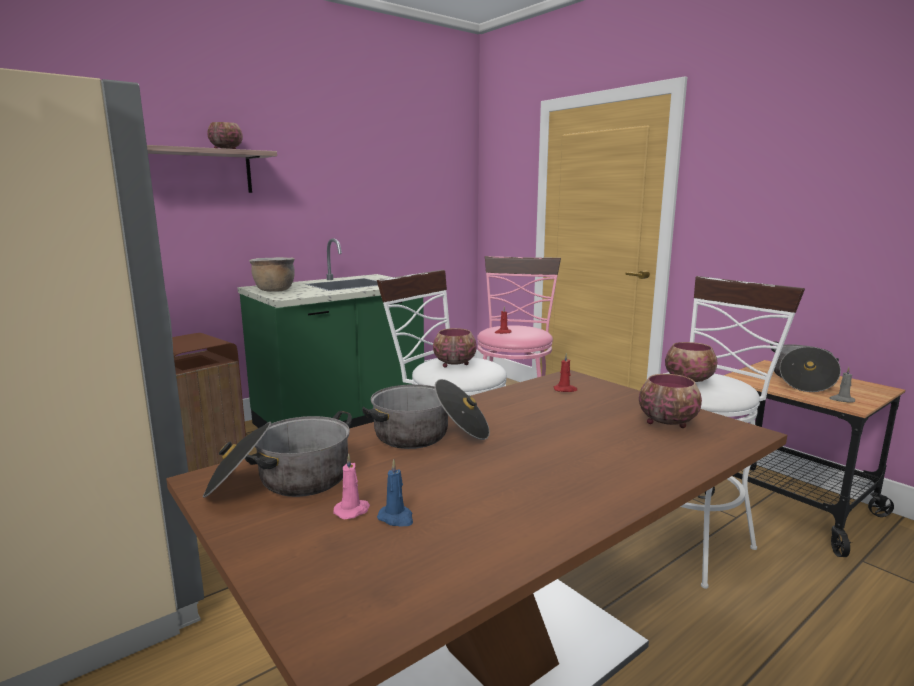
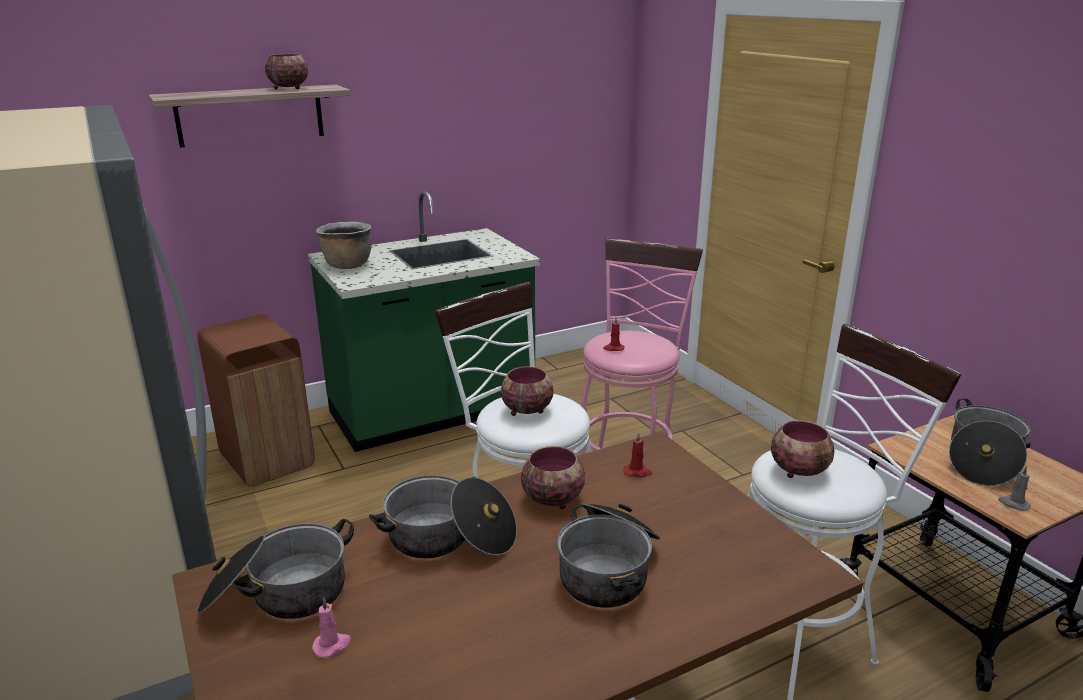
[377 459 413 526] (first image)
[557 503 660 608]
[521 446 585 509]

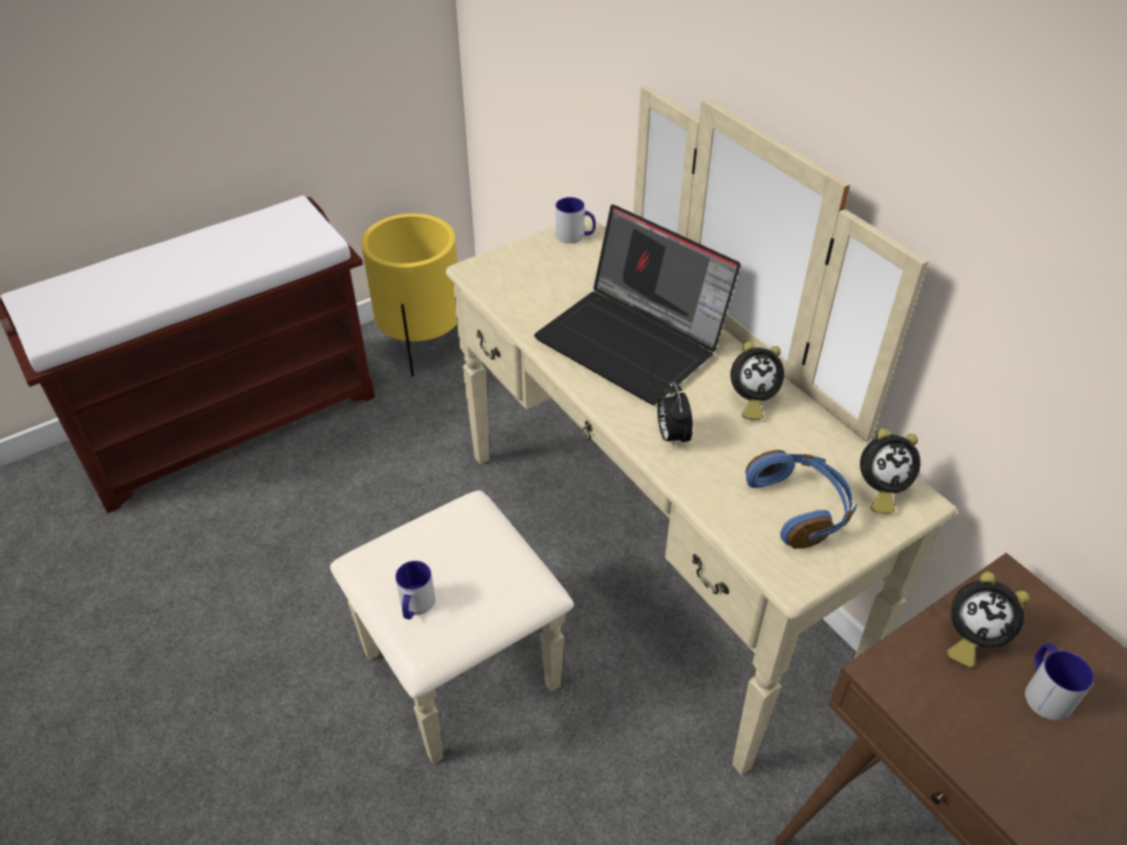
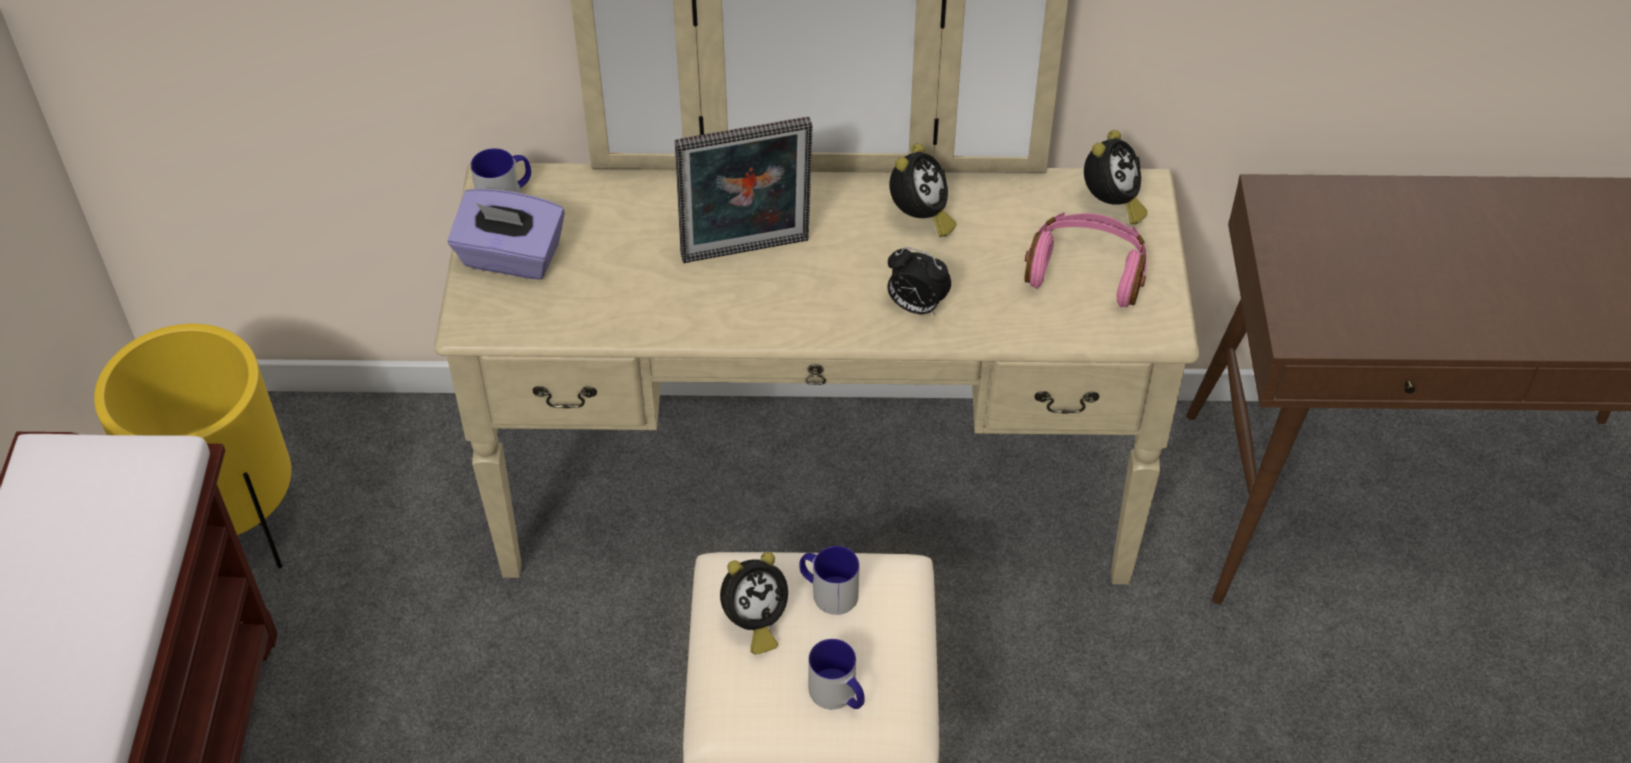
[448 189 565 280]
[720 552 788 655]
[799 546 859 615]
[675 117 813 263]
[1024 212 1147 307]

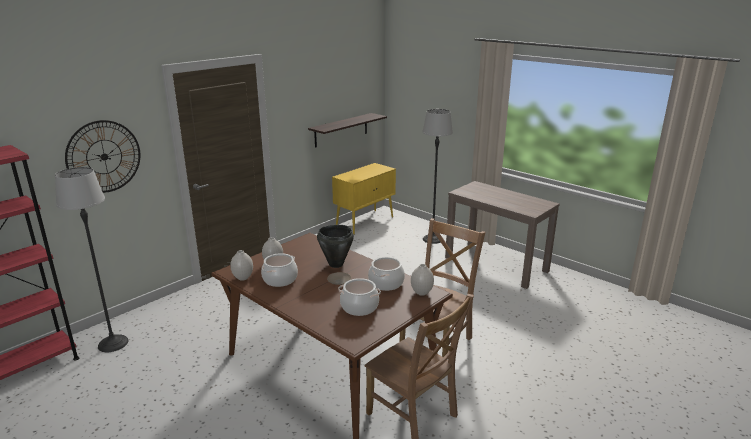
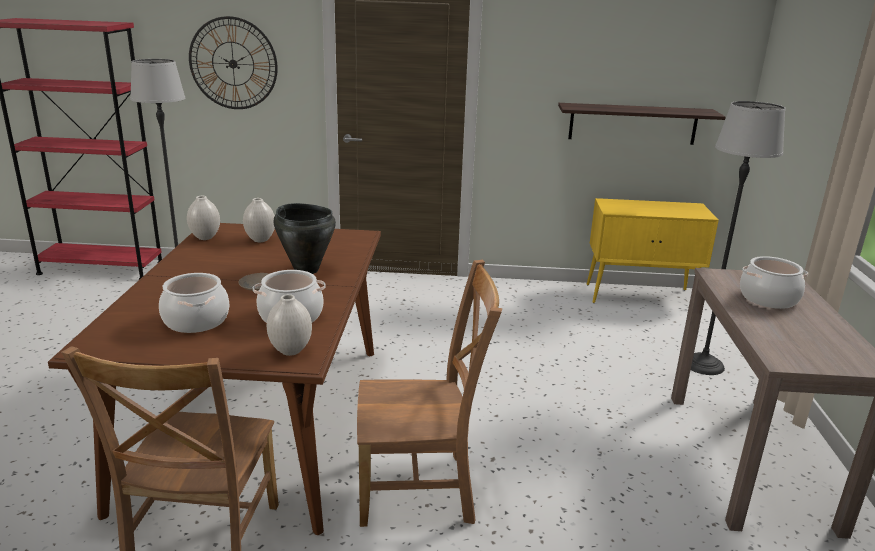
[740 256 808 309]

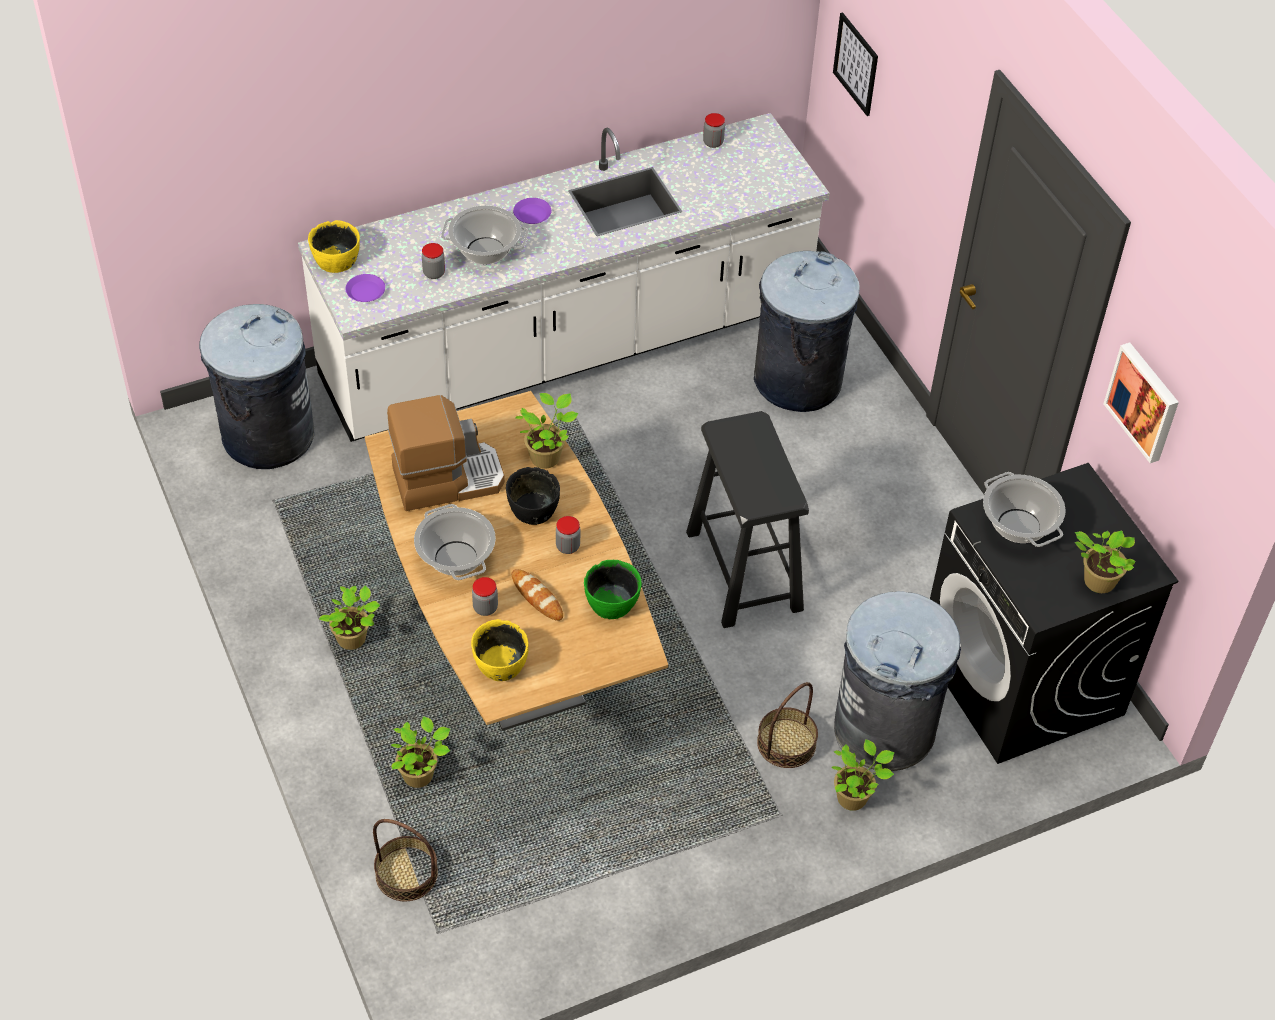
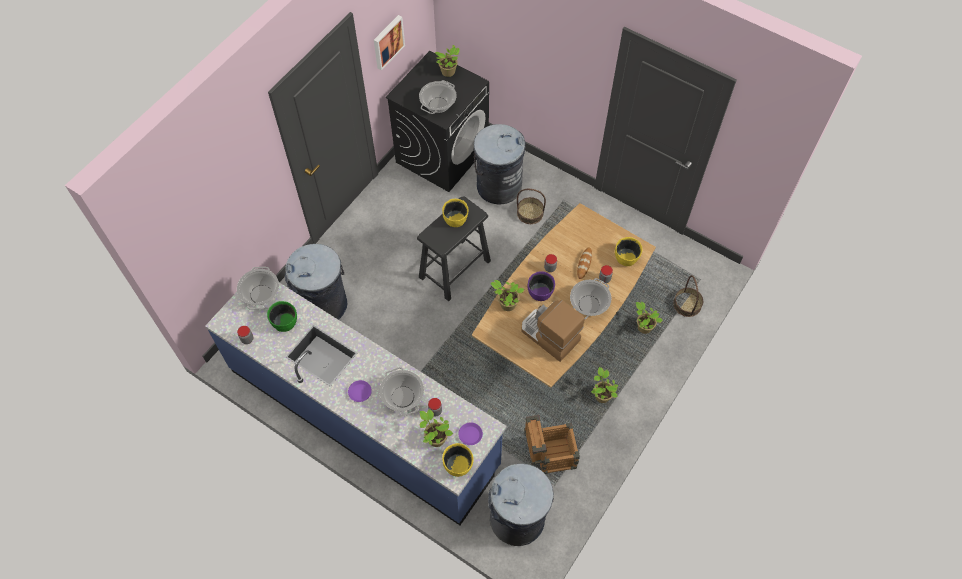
[833 12 878 116] (first image)
[237 267 279 310]
[442 199 468 227]
[524 415 580 474]
[267 301 297 332]
[420 410 453 447]
[205 283 507 525]
[528 271 555 301]

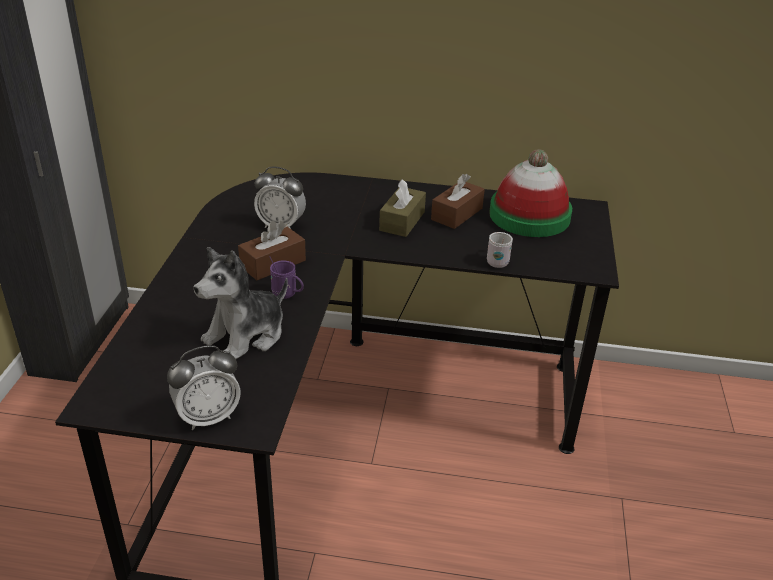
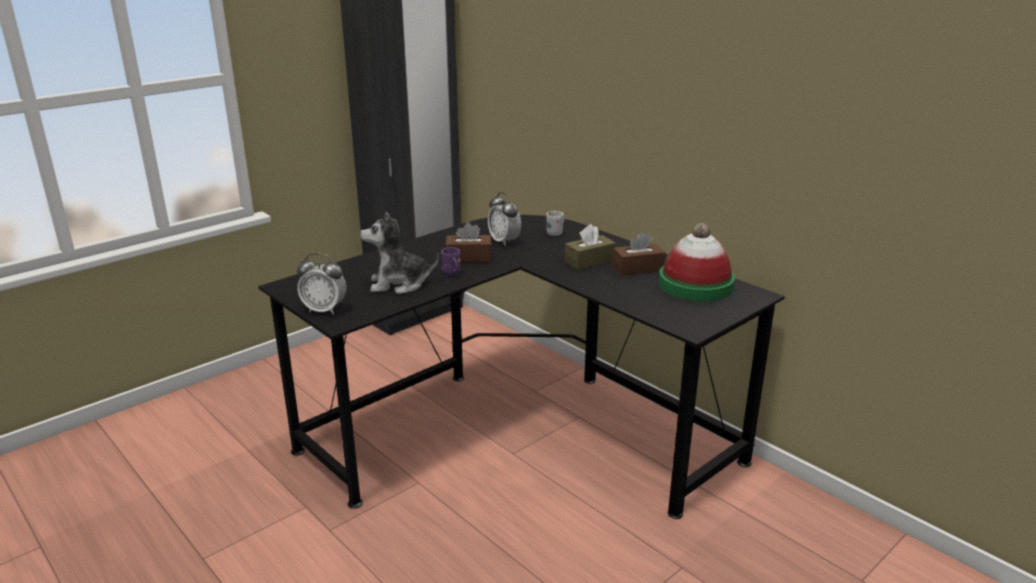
[546 211 564 236]

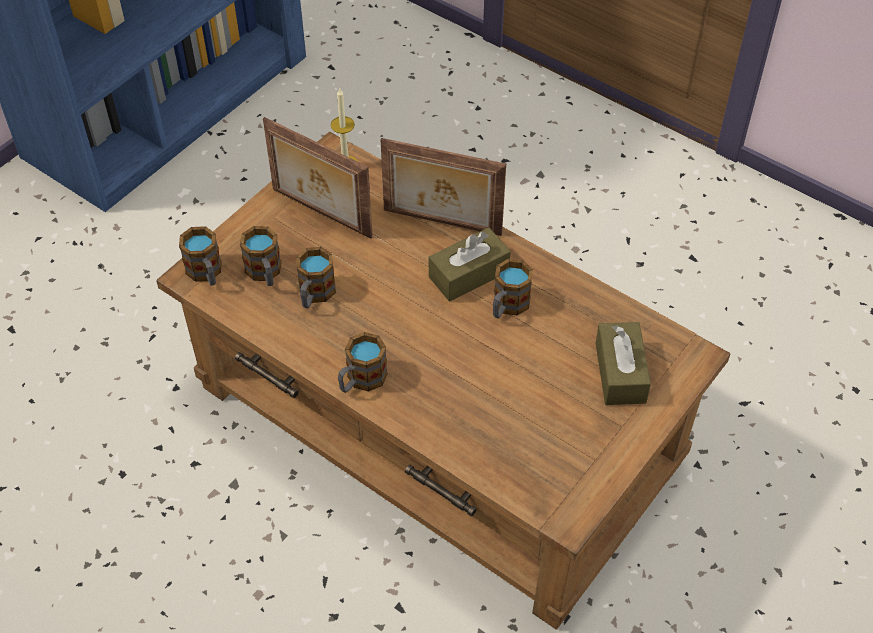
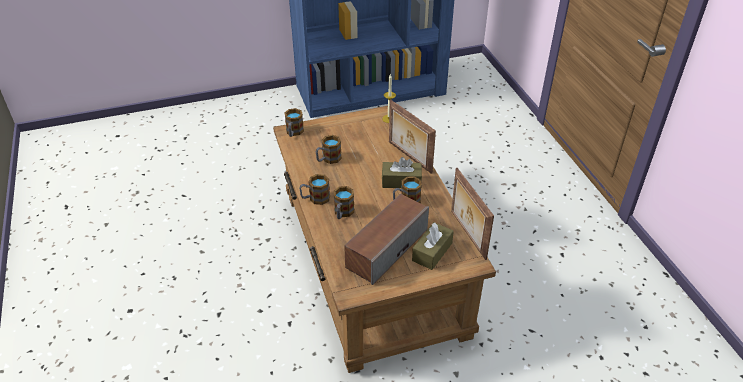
[344 194 429 285]
[333 186 354 219]
[451 168 494 260]

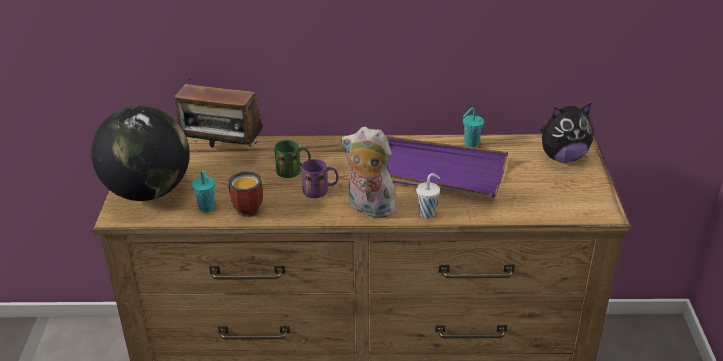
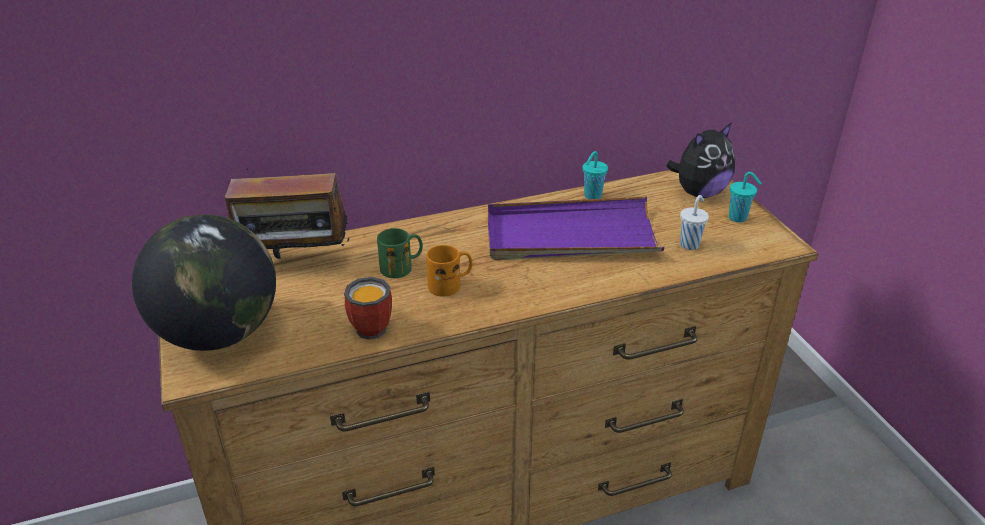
[341 127 396 220] (first image)
[729 172 762 223]
[680 195 709 250]
[426 245 473 297]

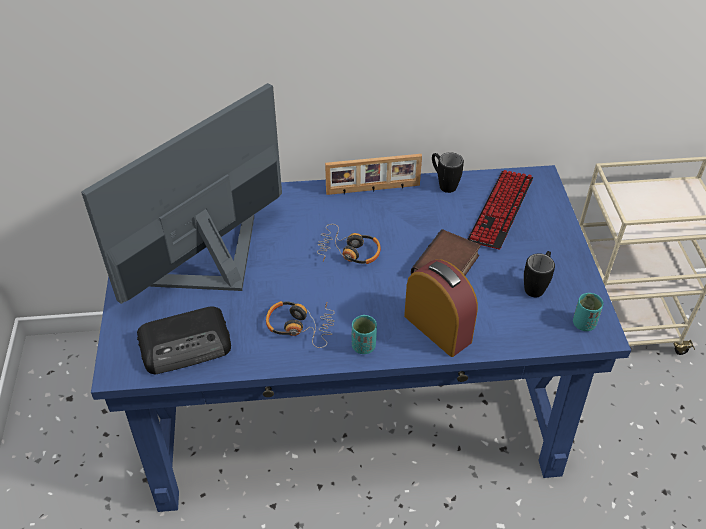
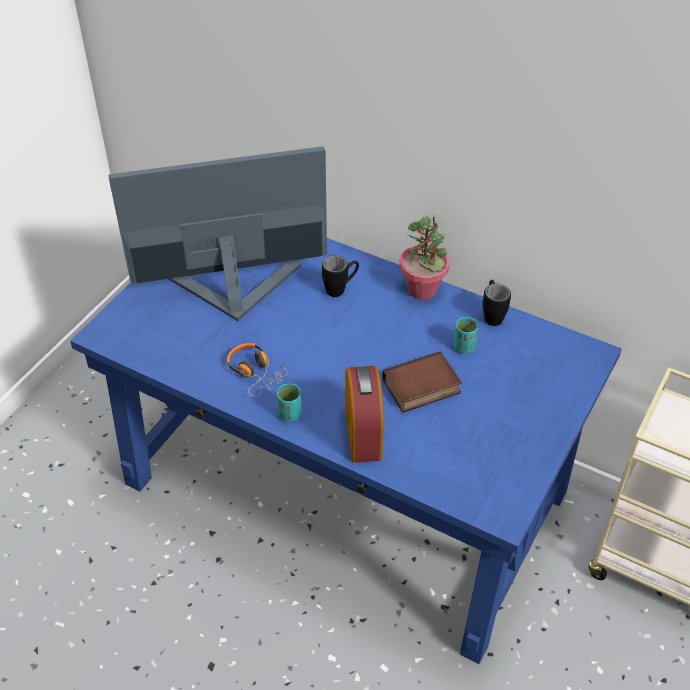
[137 307 231 374] (first image)
[317 224 381 264] (first image)
[468 170 533 250] (first image)
[322 255 359 297]
[454 317 478 354]
[400 216 450 300]

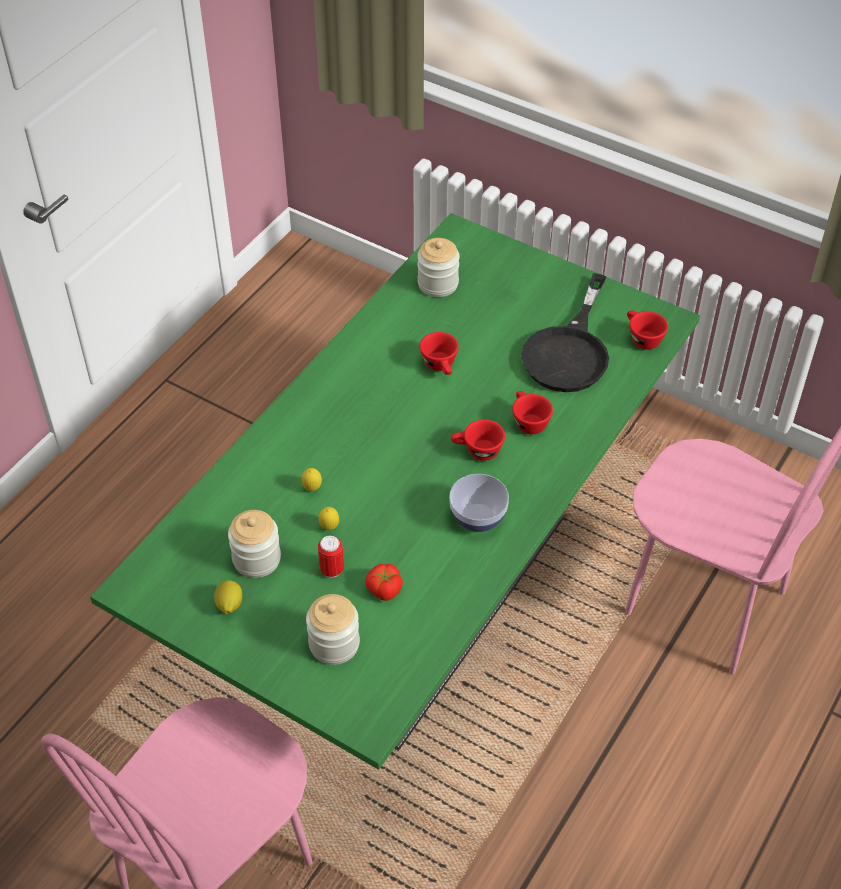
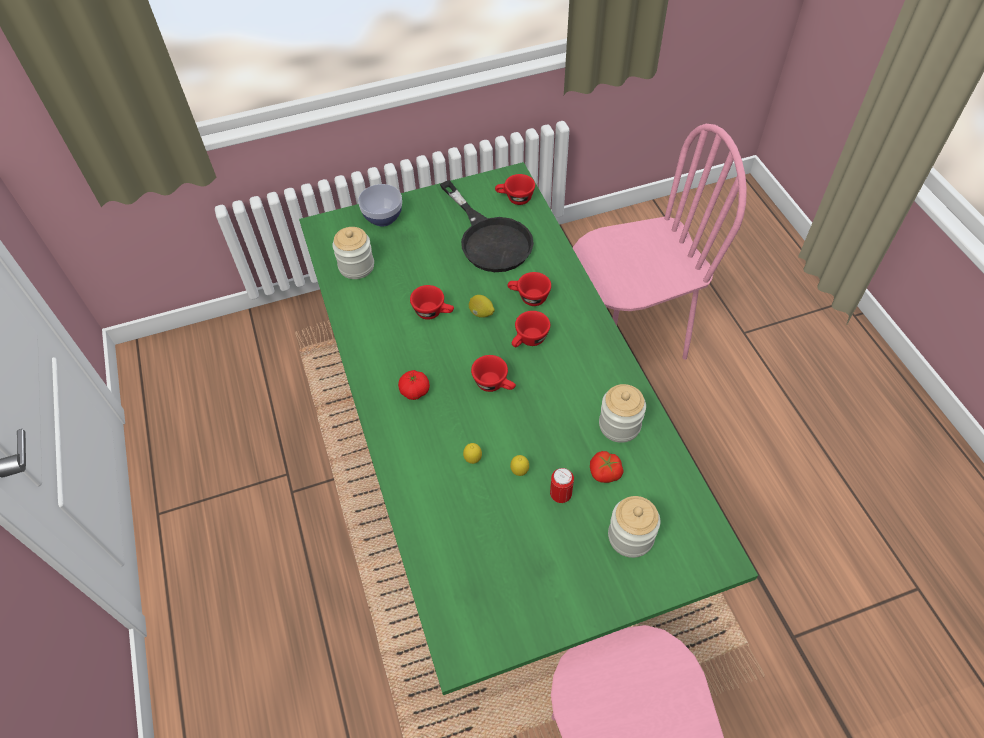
[398 370 430 400]
[471 355 516 392]
[469 295 495 318]
[599 384 646 443]
[358 184 402 227]

